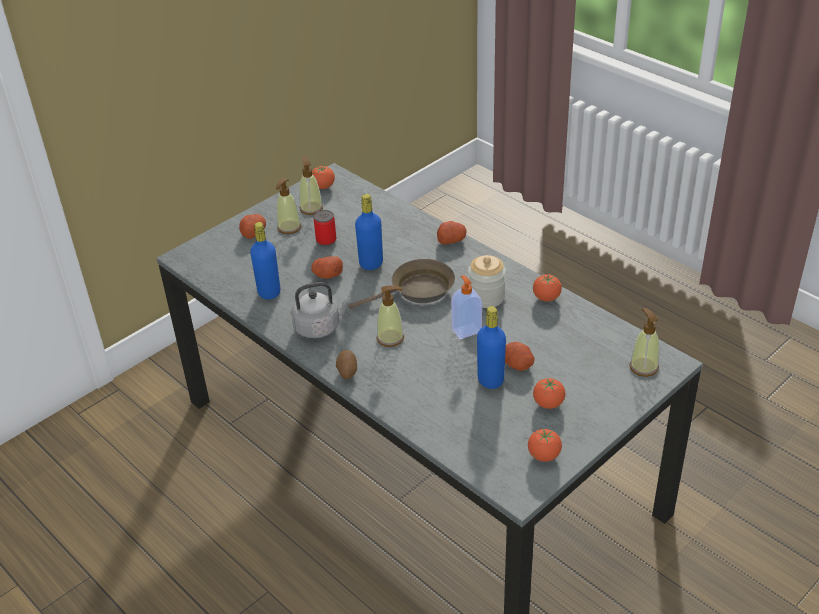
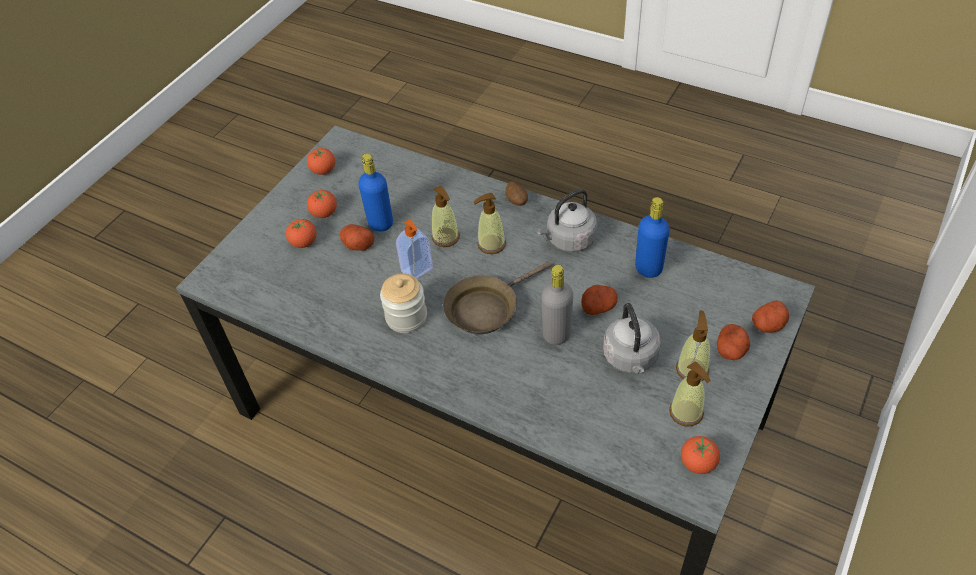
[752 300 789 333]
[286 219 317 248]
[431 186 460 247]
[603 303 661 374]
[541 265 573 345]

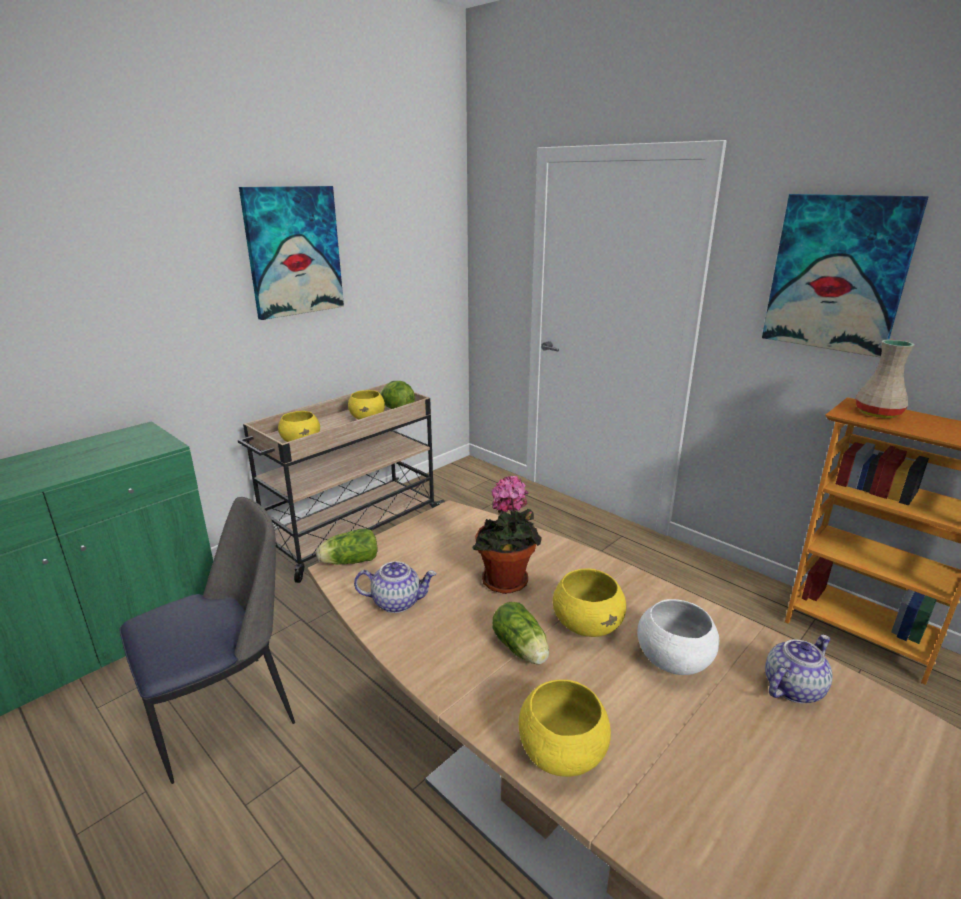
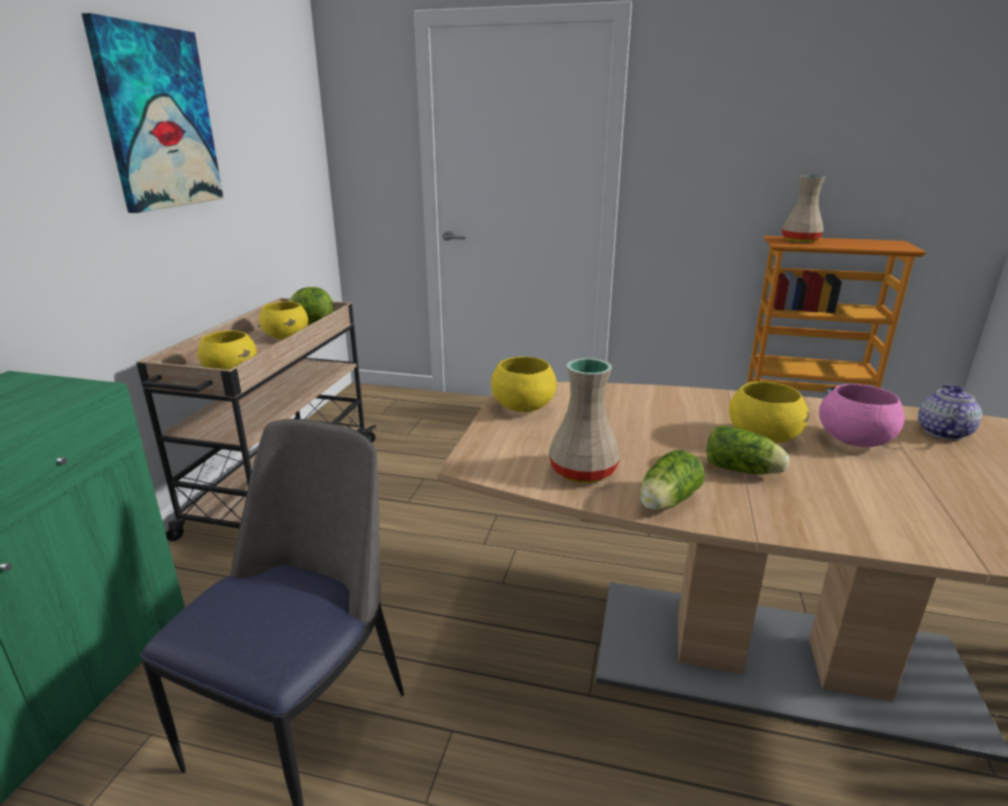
[472 475 542 594] (first image)
[762 194 929 358] (first image)
[640 450 705 510]
[491 356 557 412]
[549 358 620 483]
[819 384 905 447]

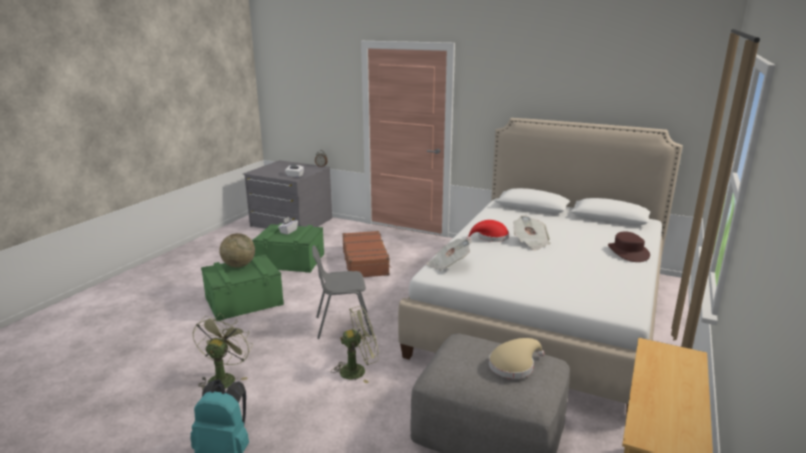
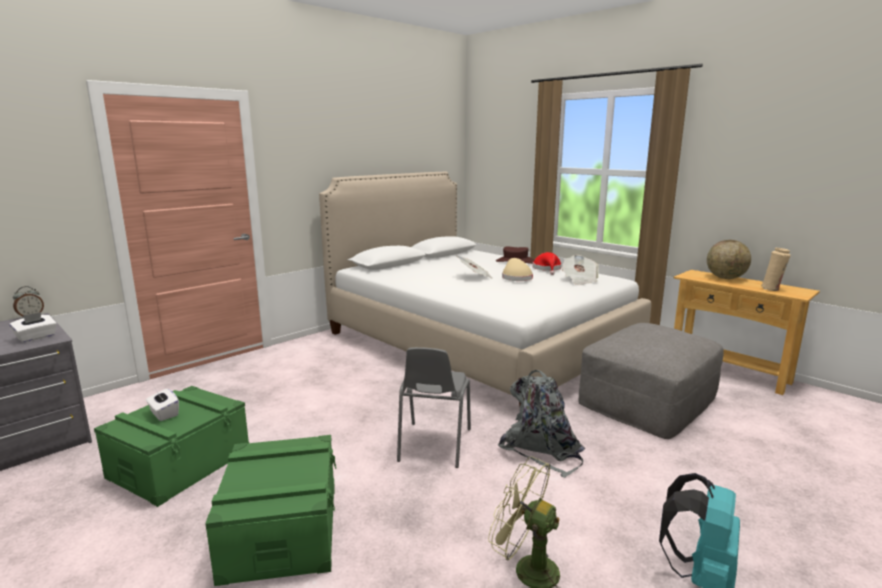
[342 231 392 277] (first image)
[760 248 791 291]
[707 240 751 279]
[562 255 599 285]
[533 252 562 275]
[502 258 533 281]
[498 370 585 478]

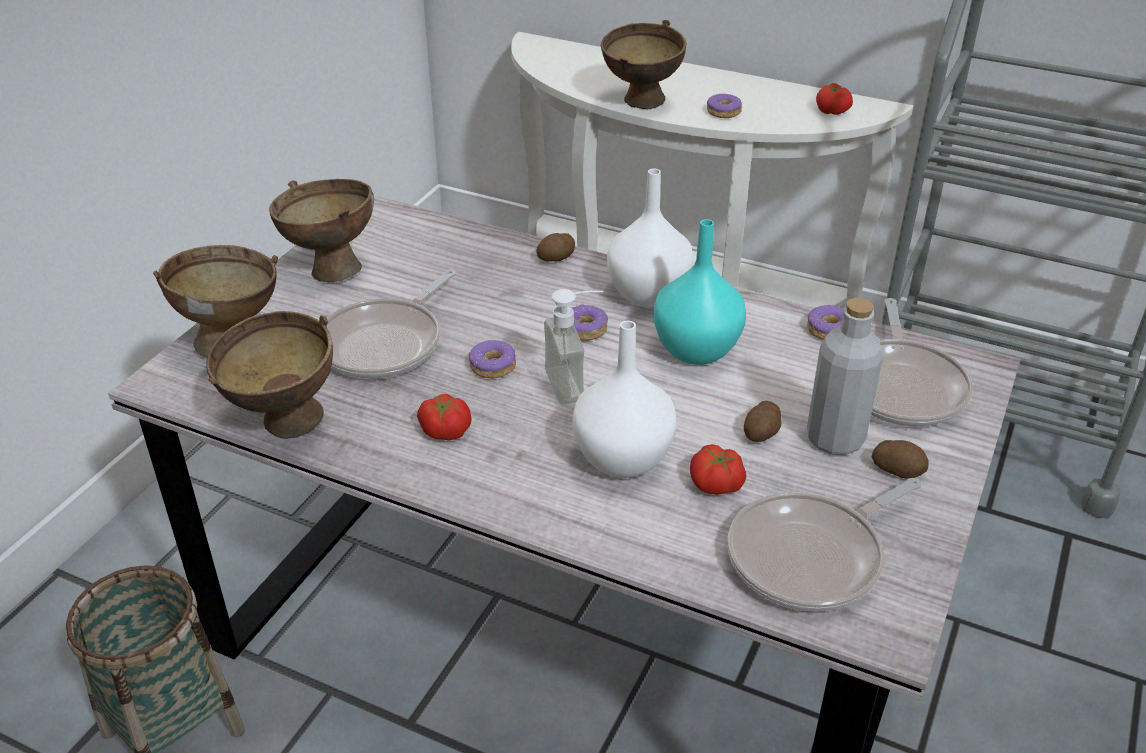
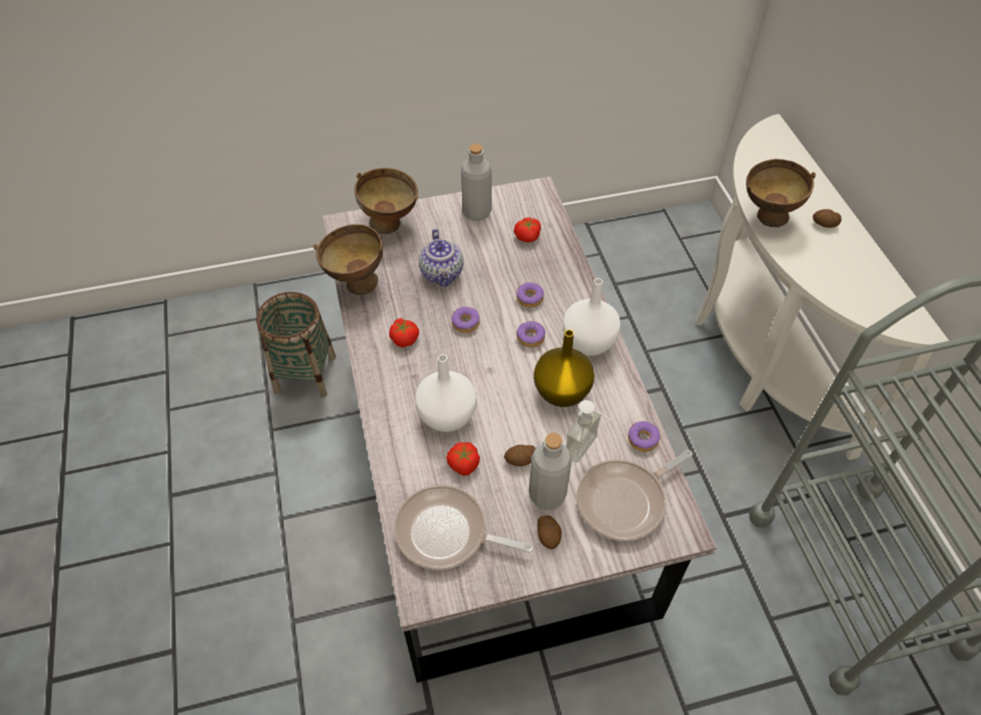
[813 209 841 228]
[566 400 611 463]
[516 282 544 308]
[514 217 541 242]
[461 144 492 221]
[419 229 464 287]
[534 329 594 407]

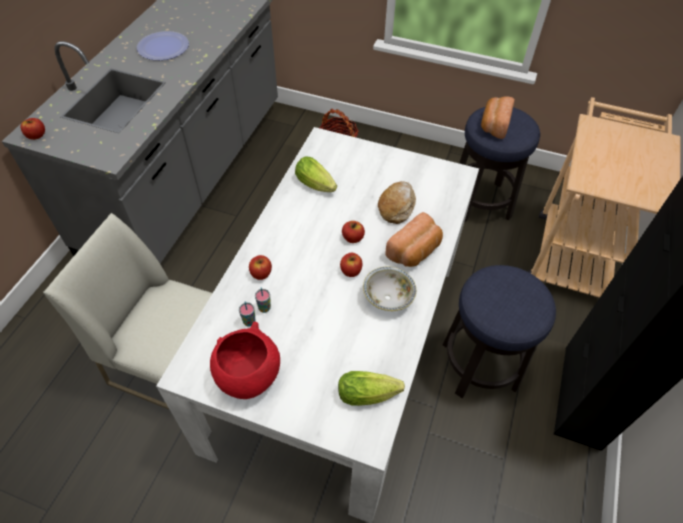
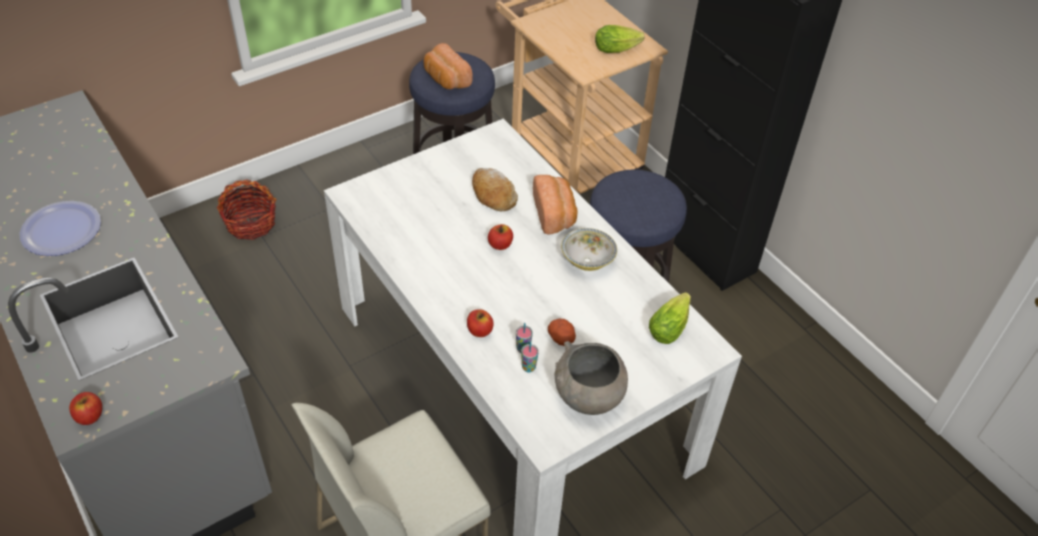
[340 253 362 277] (first image)
[548 319 576 346]
[595 25 645 53]
[555 341 628 415]

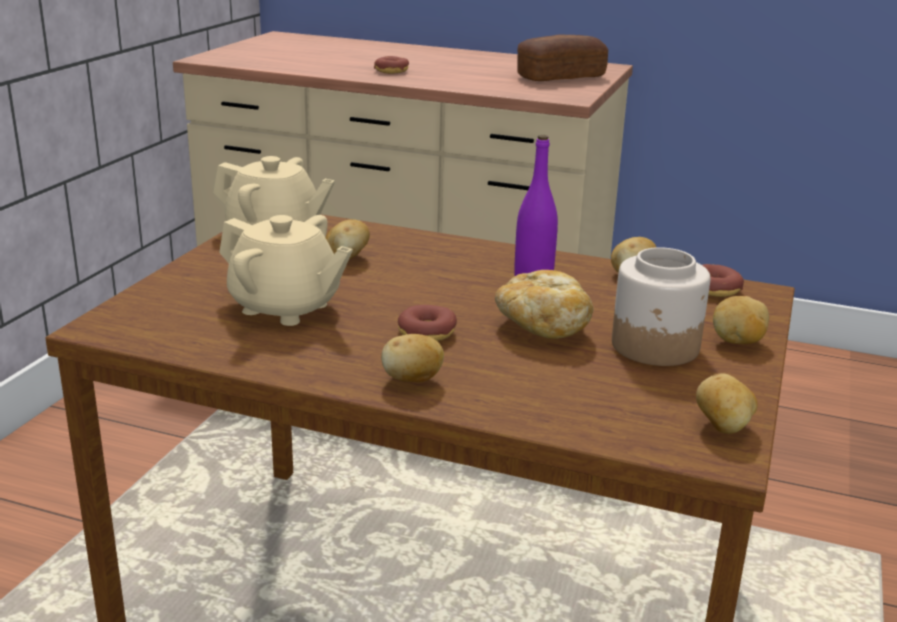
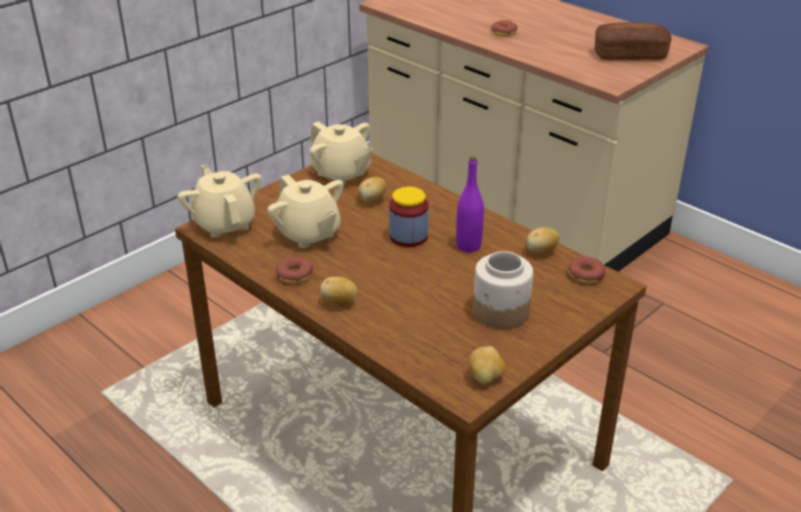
[495 270 594 339] (first image)
[713 296 769 344] (first image)
[178 164 262 238]
[389 187 429 247]
[276 257 313 284]

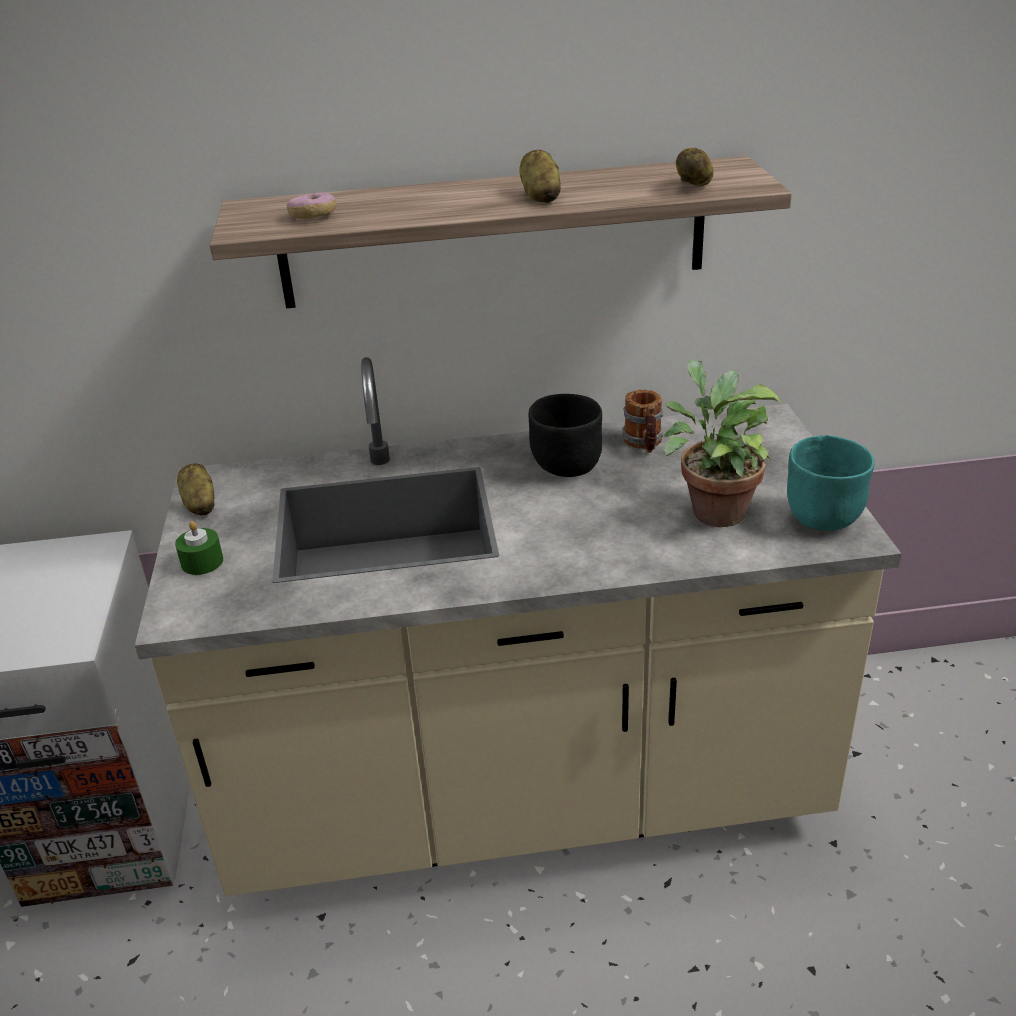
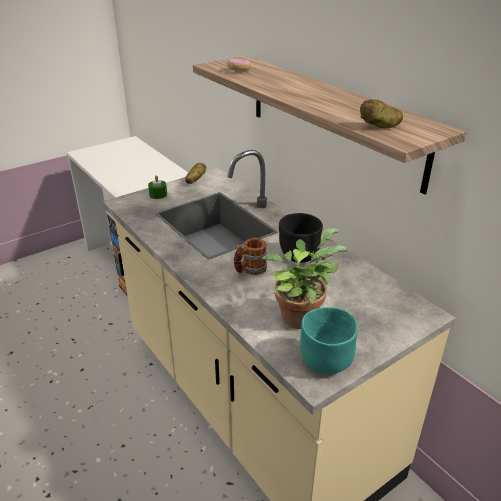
[519 150 561 203] (first image)
[234 238 267 275]

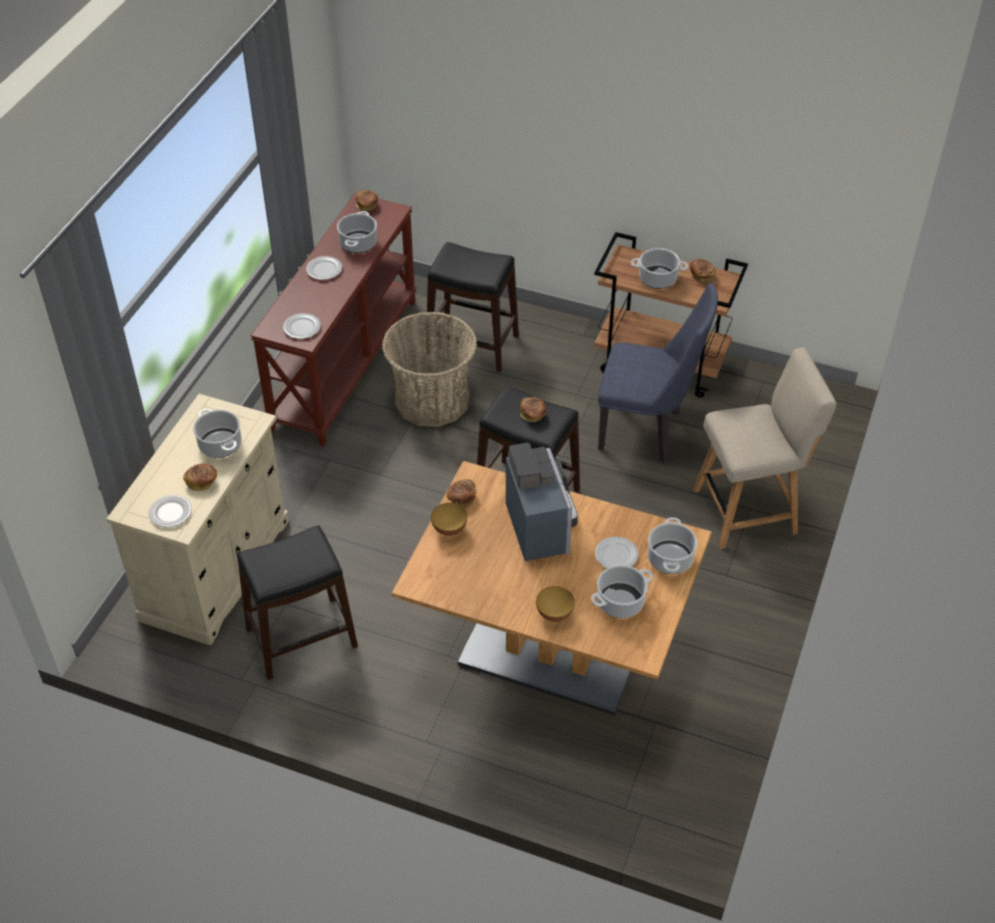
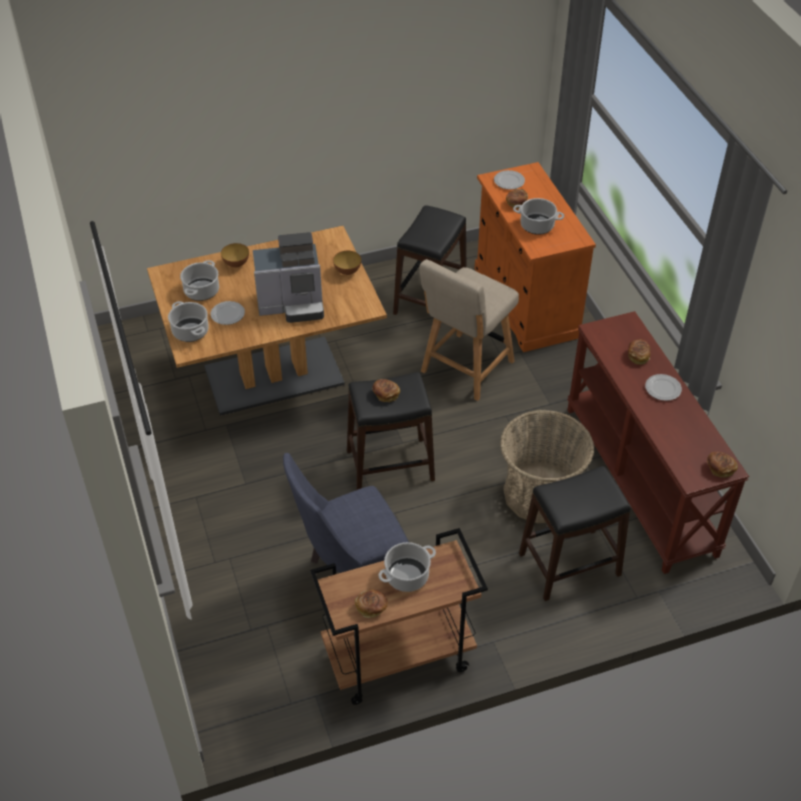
[283 313 321 339] (first image)
[337 211 377 253] (first image)
[628 339 651 365]
[419 259 519 401]
[475 162 596 352]
[253 232 324 323]

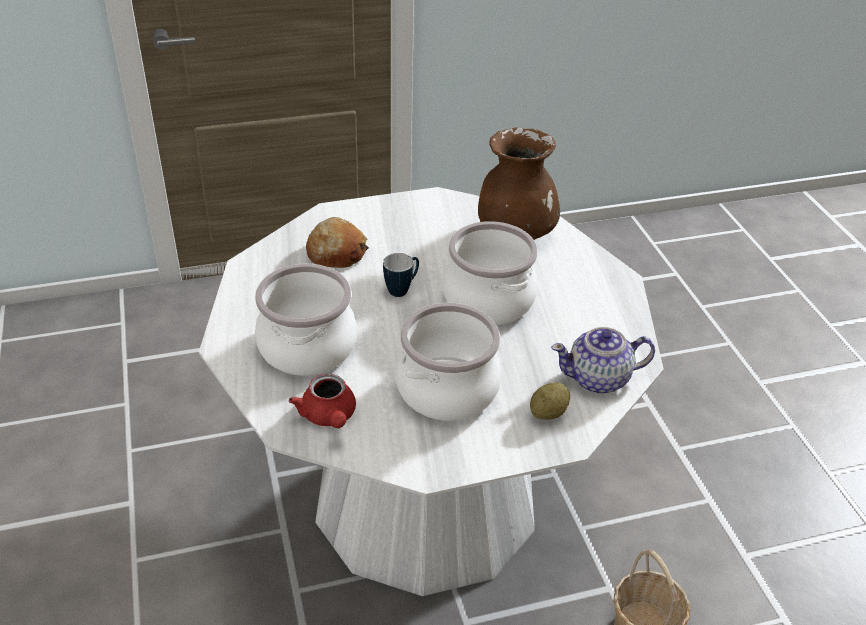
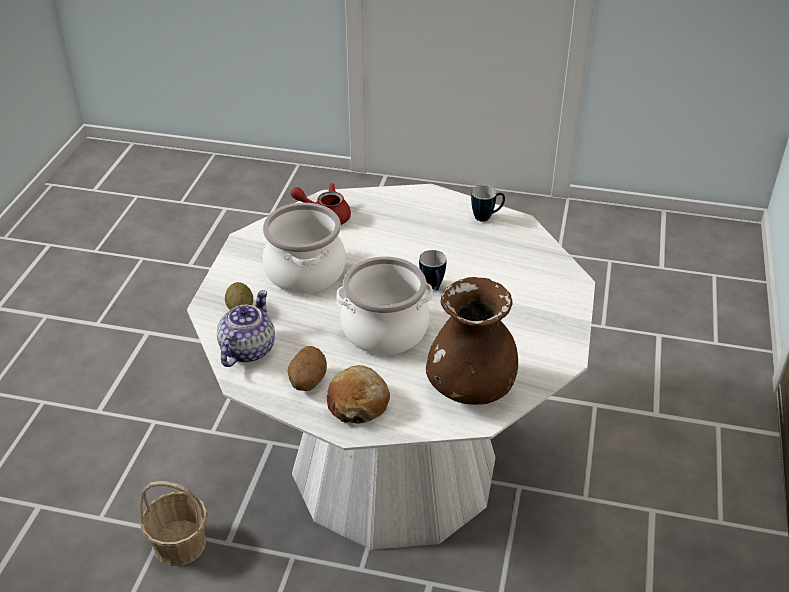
[255 264 357 376] (first image)
[288 346 327 391]
[471 185 505 222]
[327 365 390 424]

